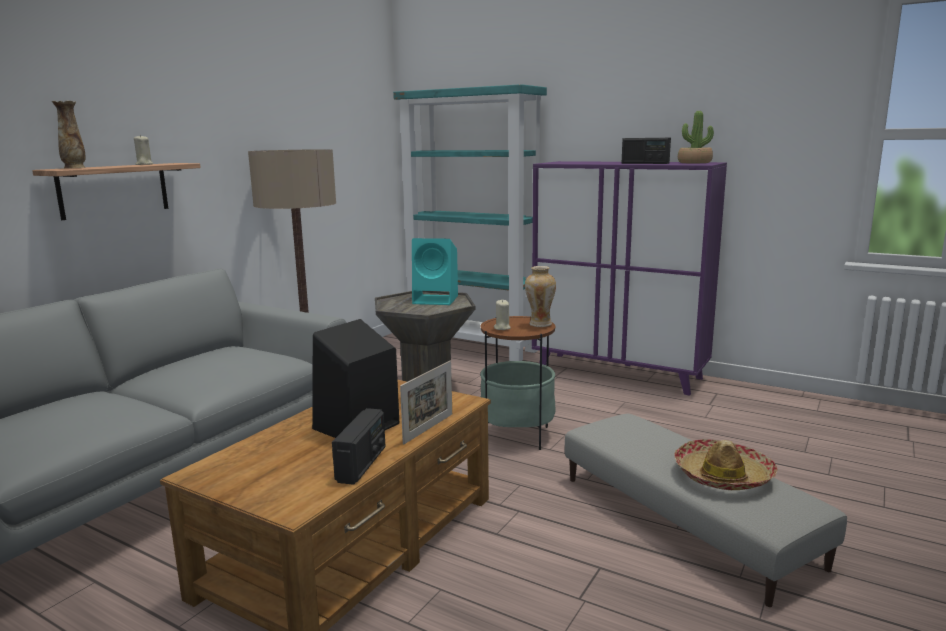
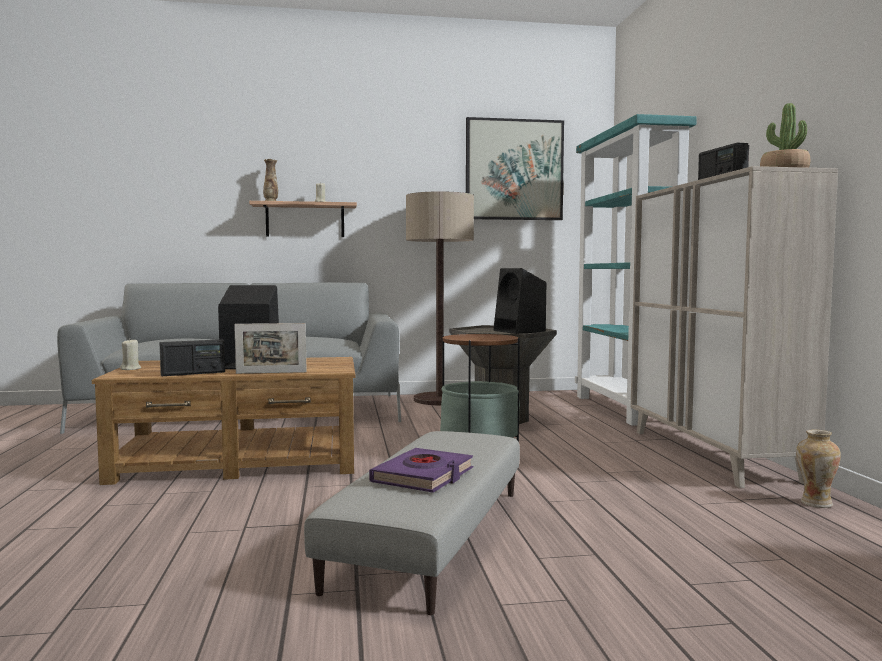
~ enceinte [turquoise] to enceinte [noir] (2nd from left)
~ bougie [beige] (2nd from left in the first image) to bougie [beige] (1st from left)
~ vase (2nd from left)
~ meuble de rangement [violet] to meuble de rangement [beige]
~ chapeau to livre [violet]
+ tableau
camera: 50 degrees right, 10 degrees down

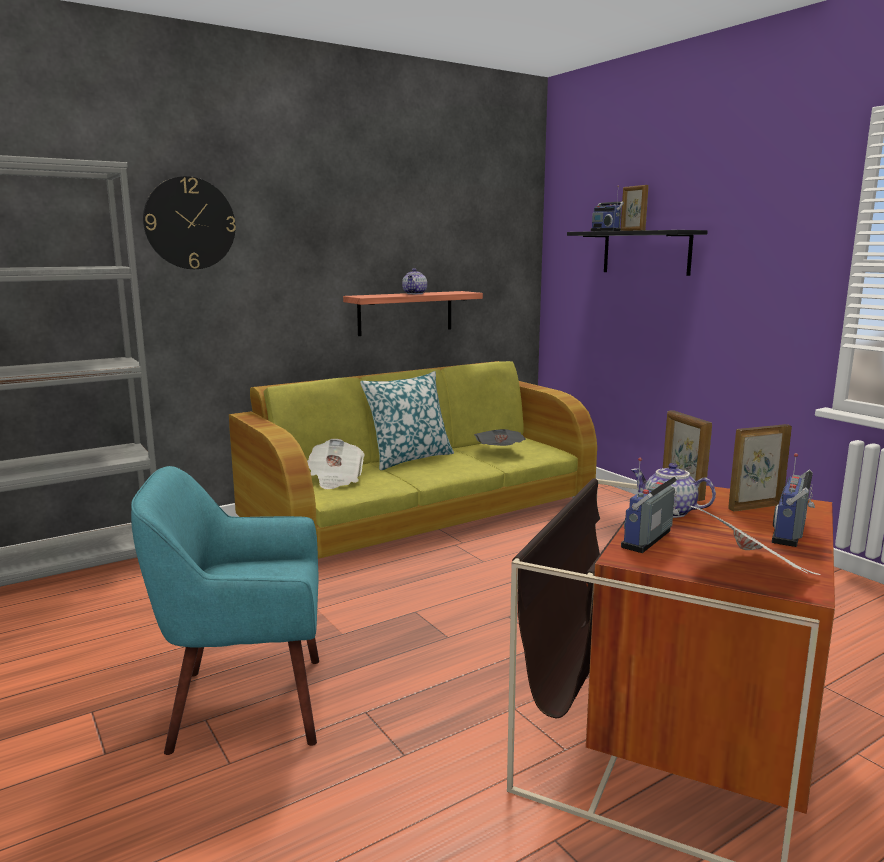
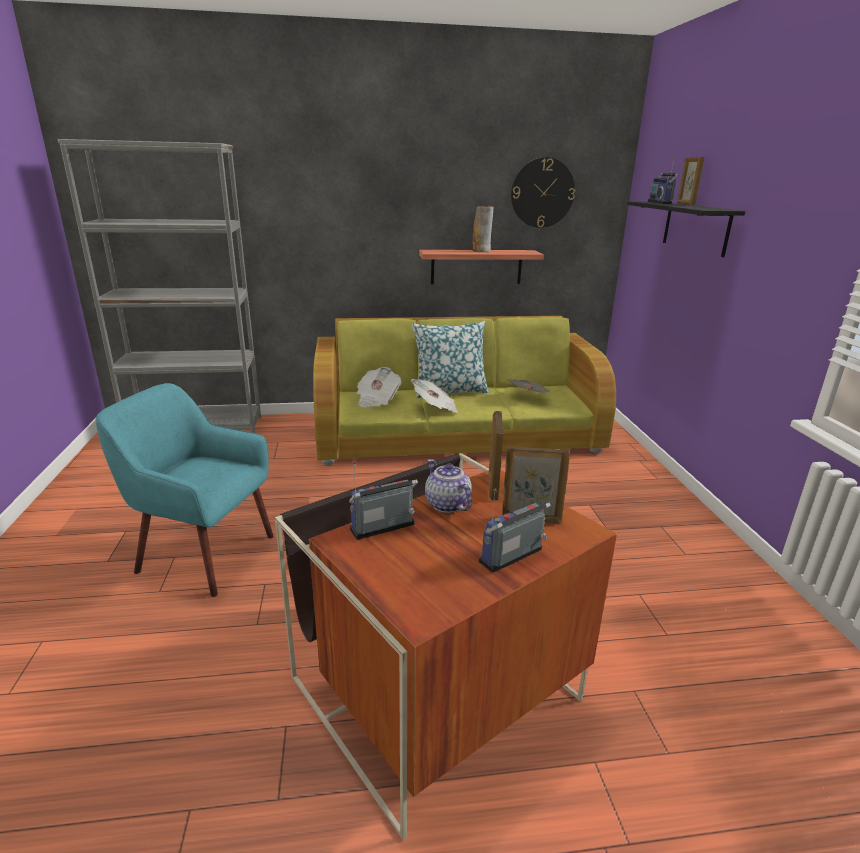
~ horloge murale
~ théière (1st from left) to vase
~ journal (3rd from left in the first image) to journal (2nd from left)
camera: 25 degrees right, 10 degrees up

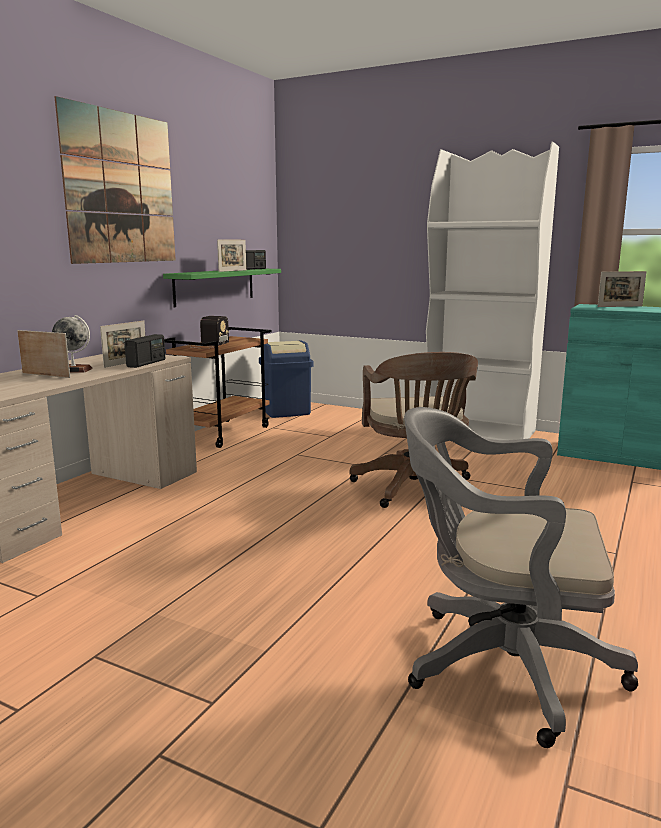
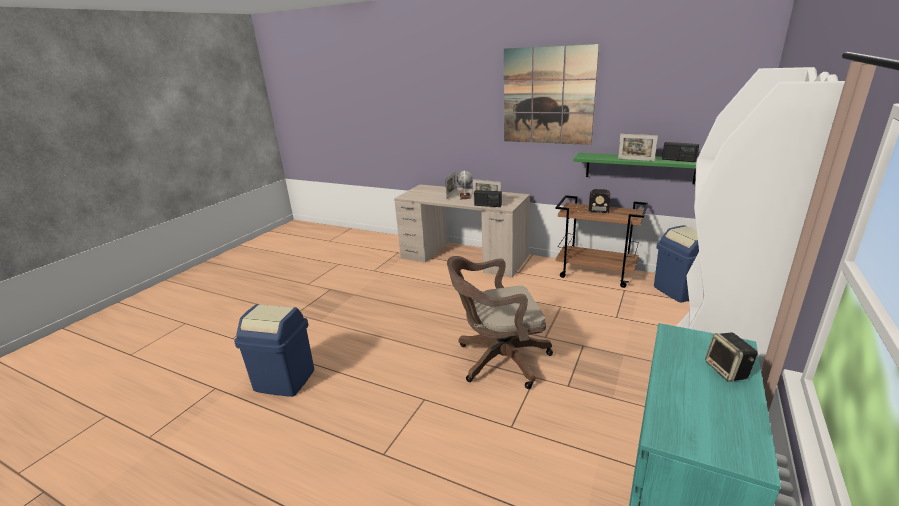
~ chaise de bureau [gris] to poubelle [bleu] (1st from left)
~ cadre photo (4th from left) to enceinte
camera: 90 degrees right, 10 degrees up

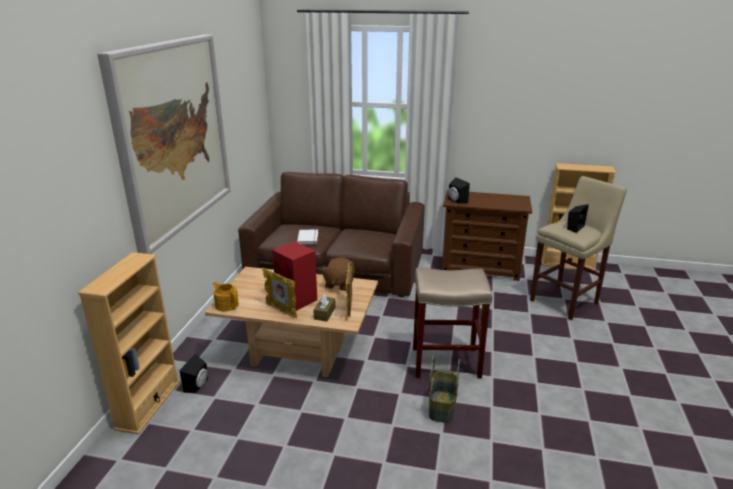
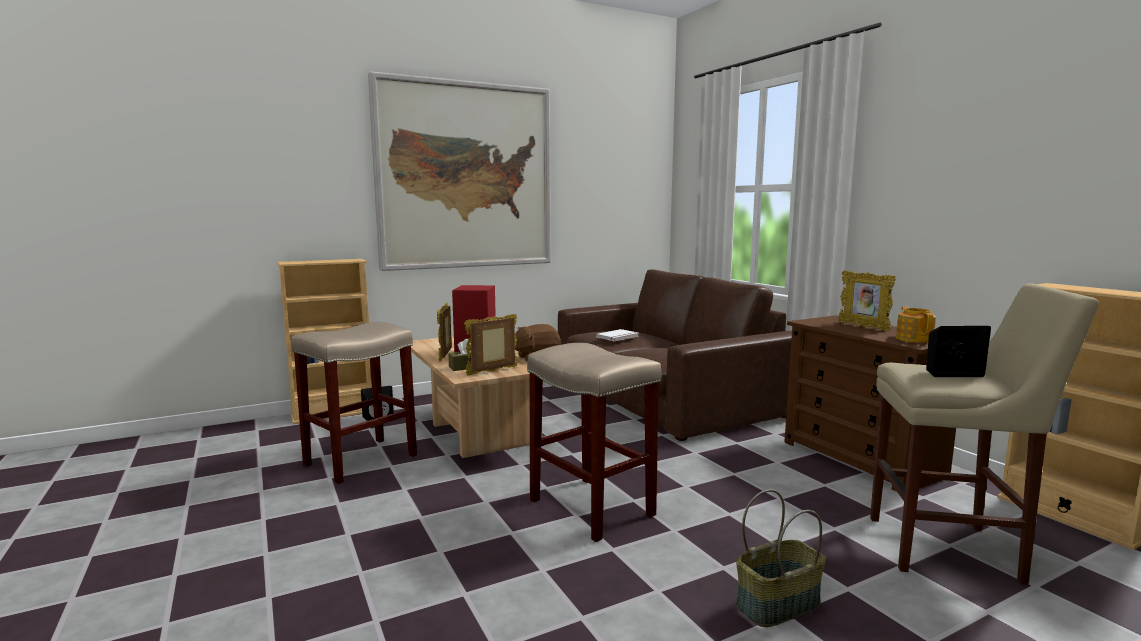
~ théière
~ panier
- enceinte [noir] (2nd from left)
+ tabouret [beige] (1st from left)
+ cadre photo (3rd from left)
camera: 50 degrees right, 15 degrees down

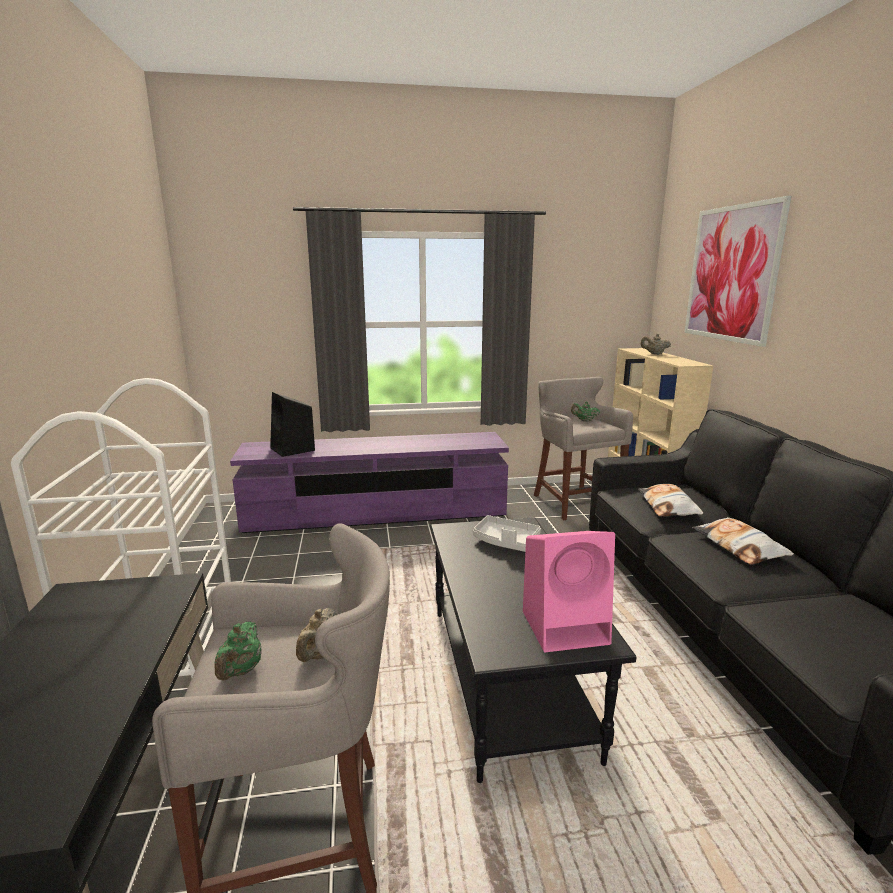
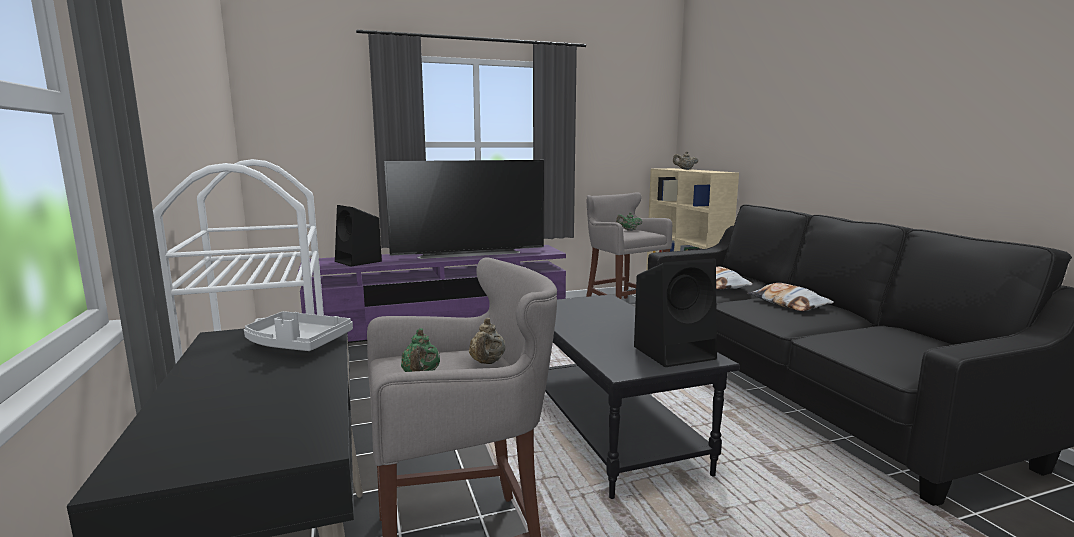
~ plateau [gris]
~ enceinte [rose] to enceinte [noir] (2nd from left)
- tableau
+ téléviseur
camera: 10 degrees left, 5 degrees down

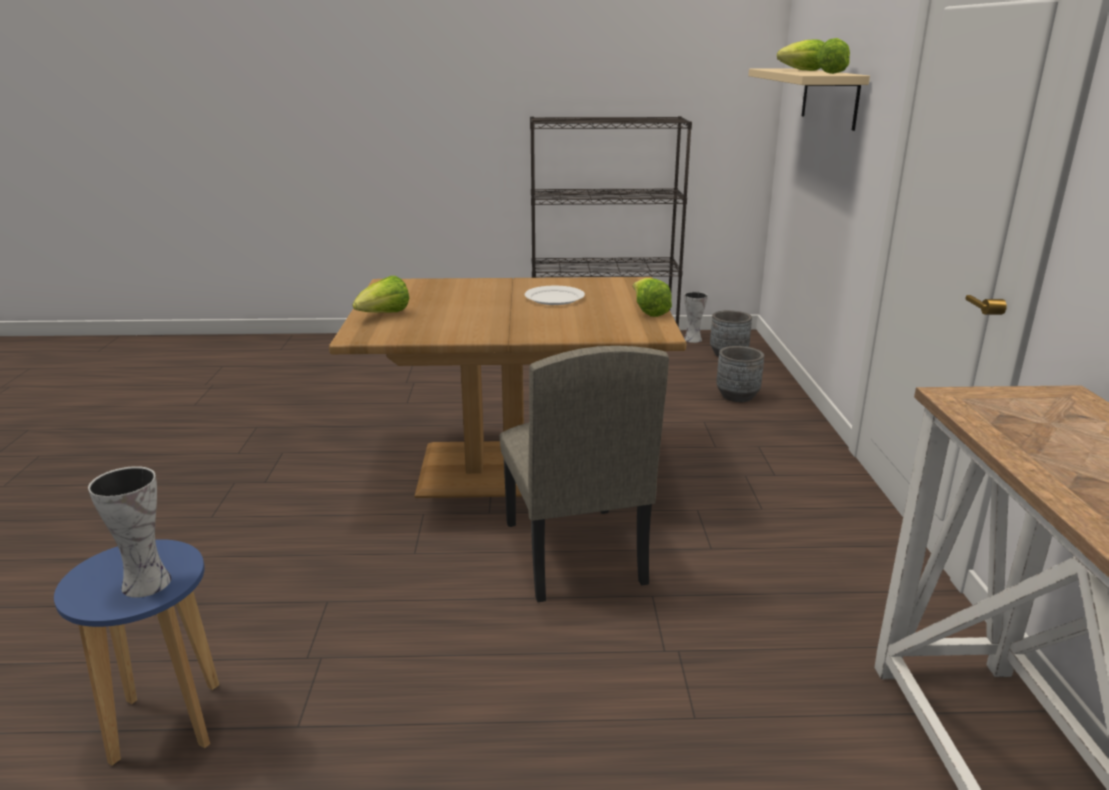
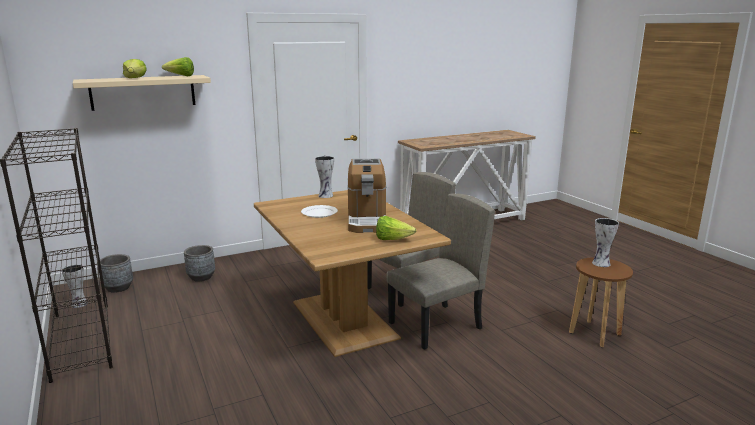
~ tabouret [bleu] to tabouret [marron]
~ laitue (2nd from left) to vase (2nd from left)
+ machine à café
+ chaise [beige] (2nd from left)
camera: 115 degrees left, 5 degrees down

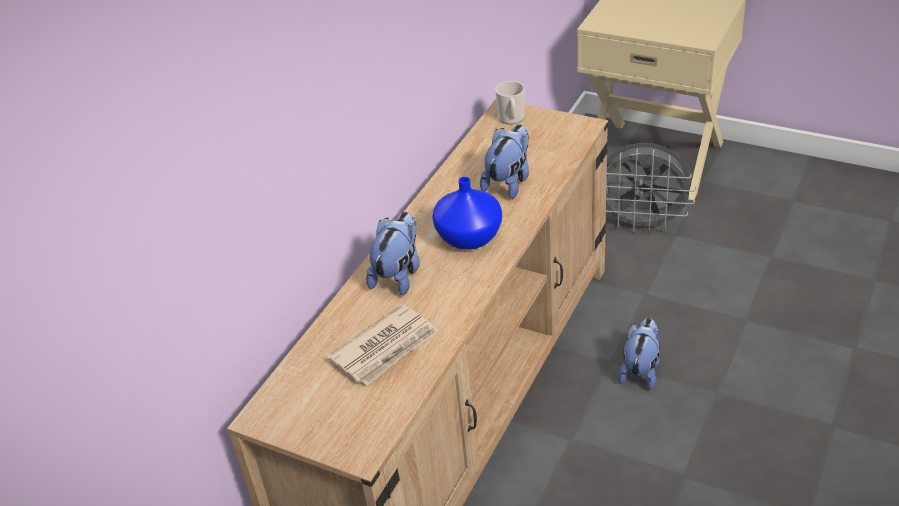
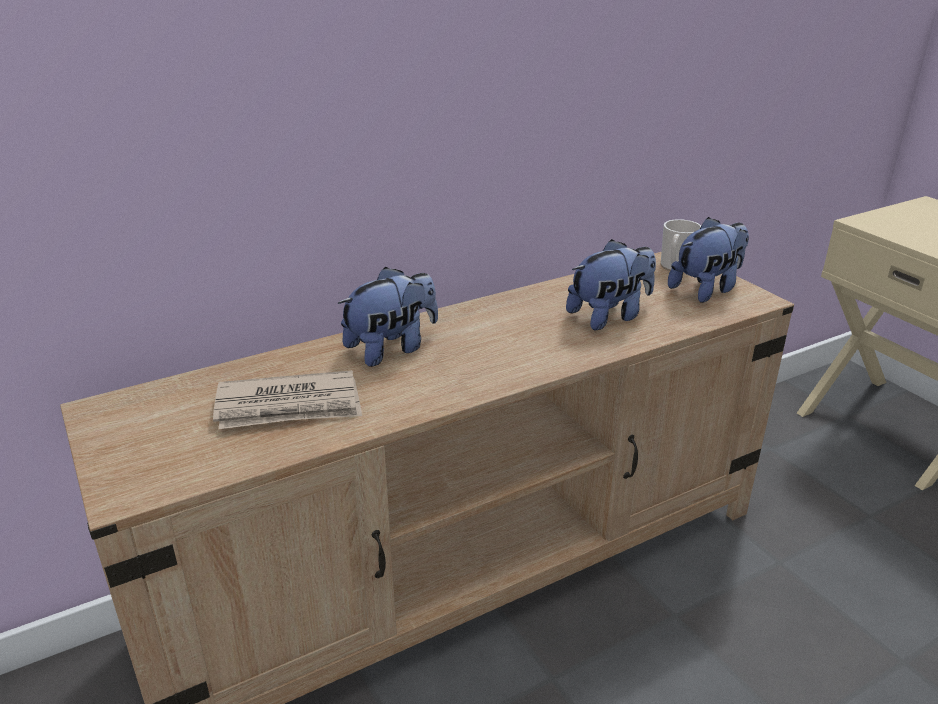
- vase [bleu]
- ventilateur [gris]
~ peluche (3rd from left)
camera: 30 degrees right, 10 degrees down

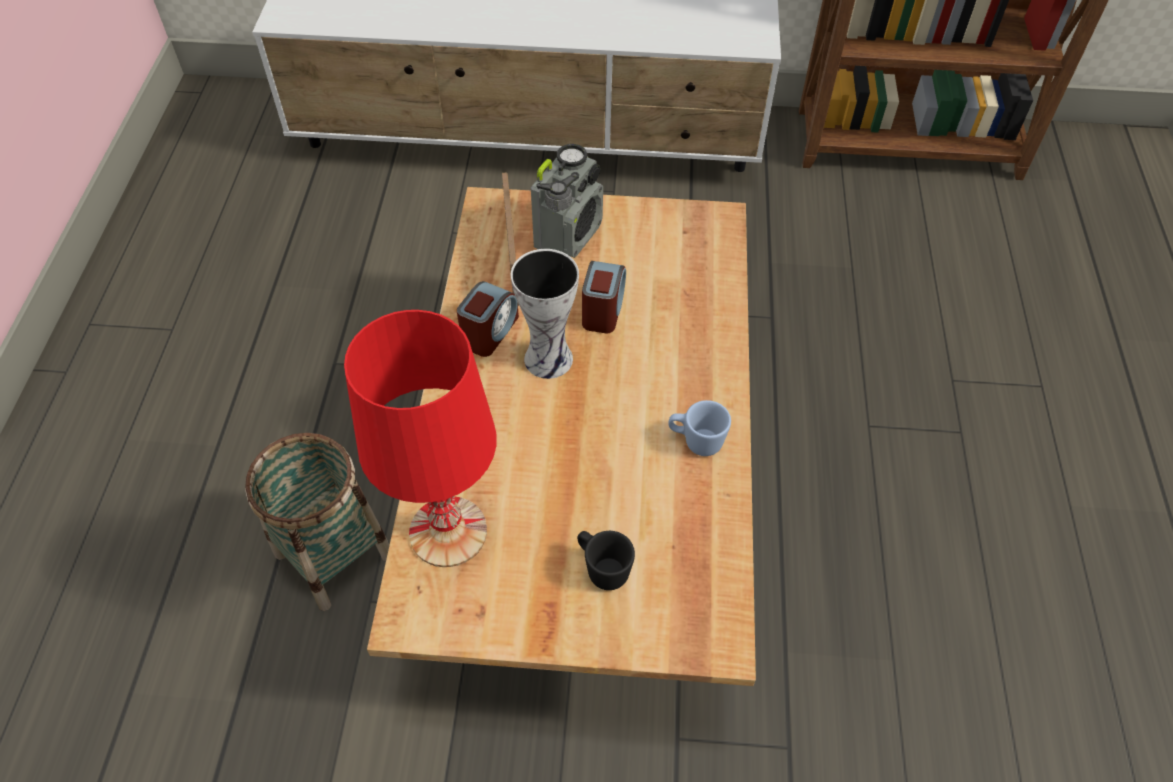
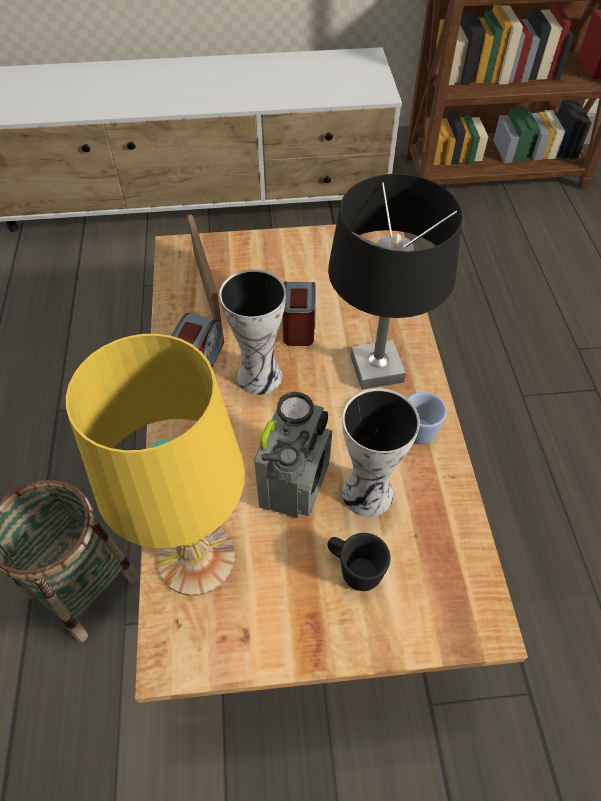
~ lampe de table [rouge] to lampe de table [jaune]
~ radio
+ lampe de table [noir]
+ vase (2nd from left)
camera: 10 degrees left, 0 degrees up

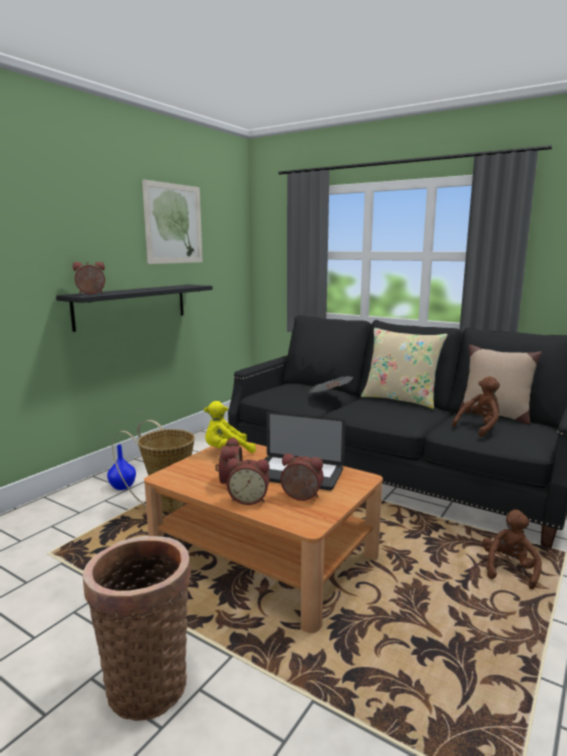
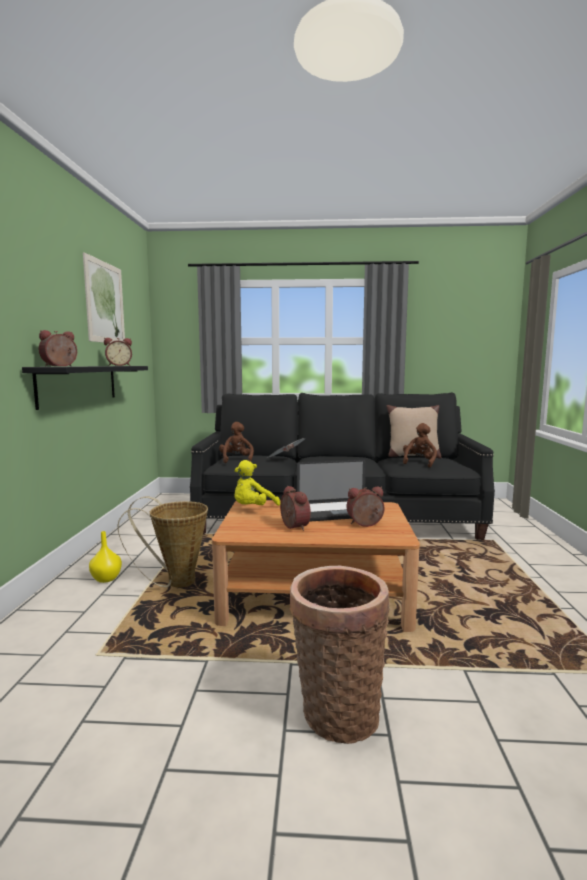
~ vase [bleu] to vase [jaune]
~ réveil (3rd from left in the first image) to réveil (2nd from left)
- coussin [beige] (1st from left)
~ peluche [marron] (2nd from left in the first image) to peluche [marron] (1st from left)
camera: 30 degrees left, 5 degrees down

